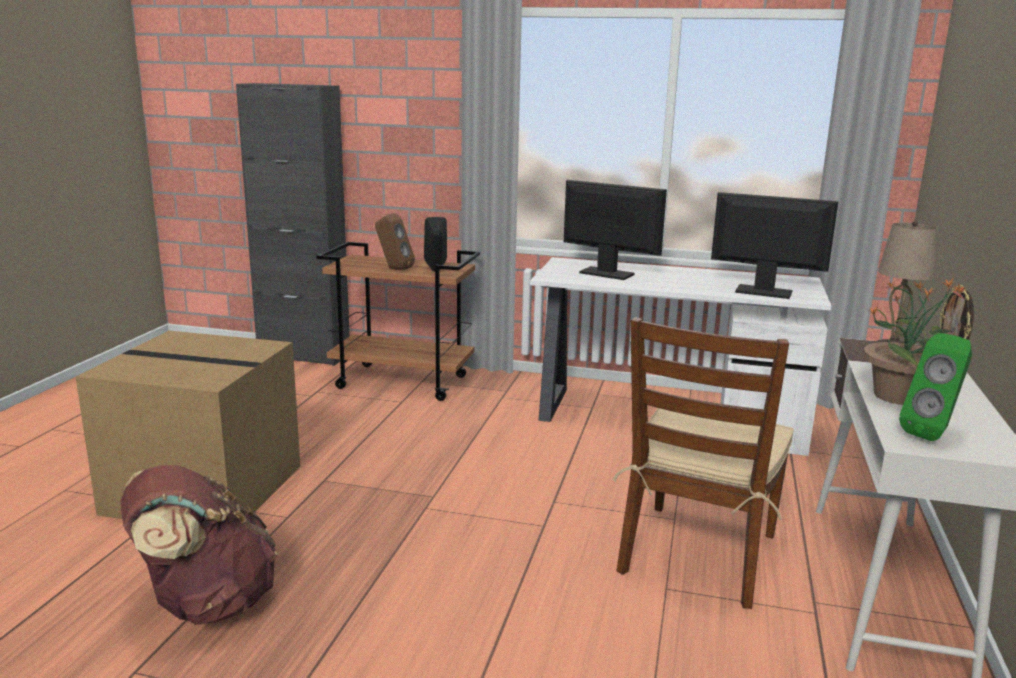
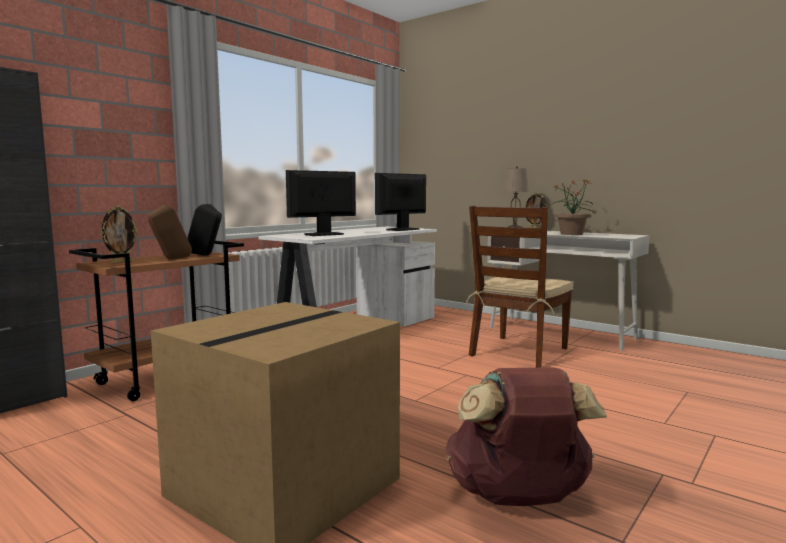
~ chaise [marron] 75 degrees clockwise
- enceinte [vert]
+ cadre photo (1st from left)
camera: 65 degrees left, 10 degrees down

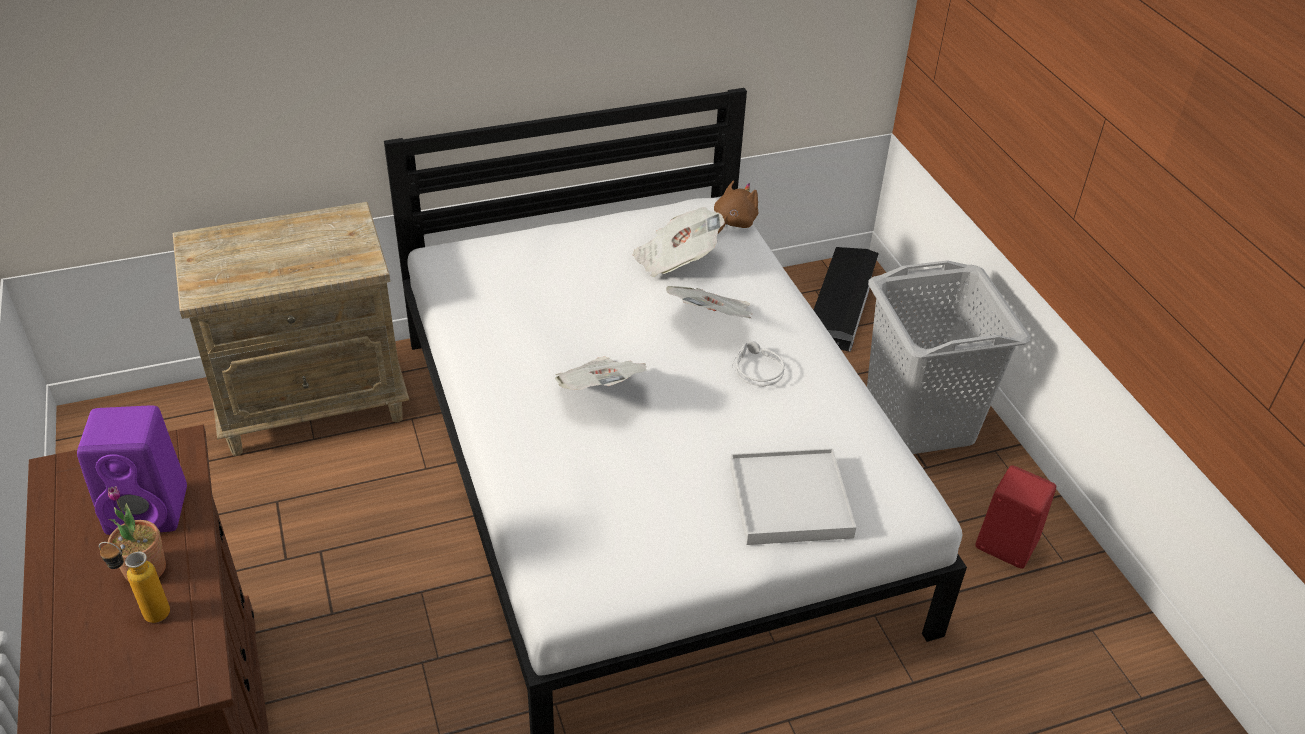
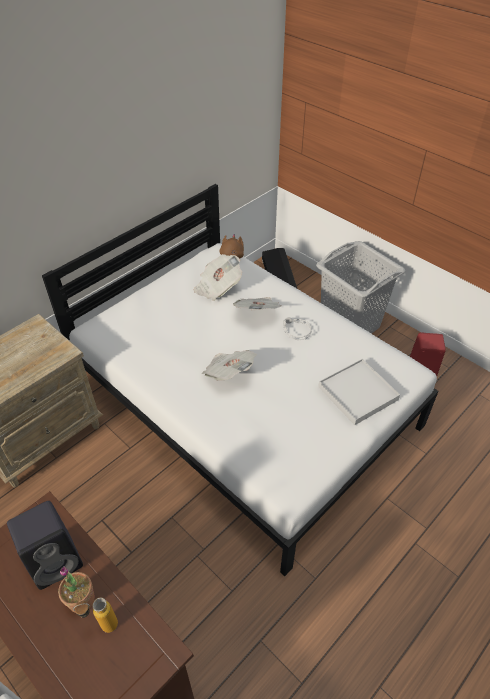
~ enceinte [violet] to enceinte [noir]
camera: 25 degrees left, 5 degrees up

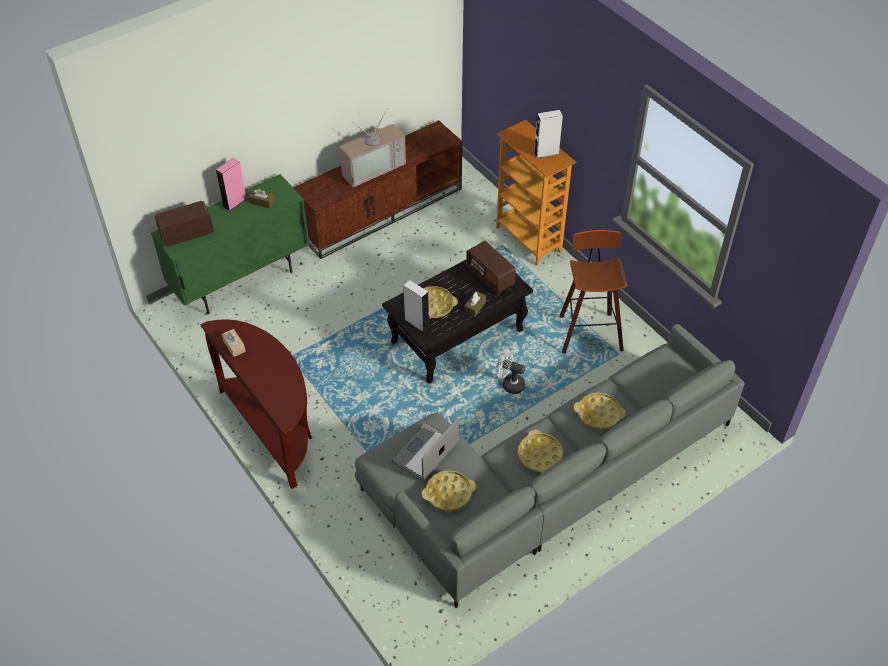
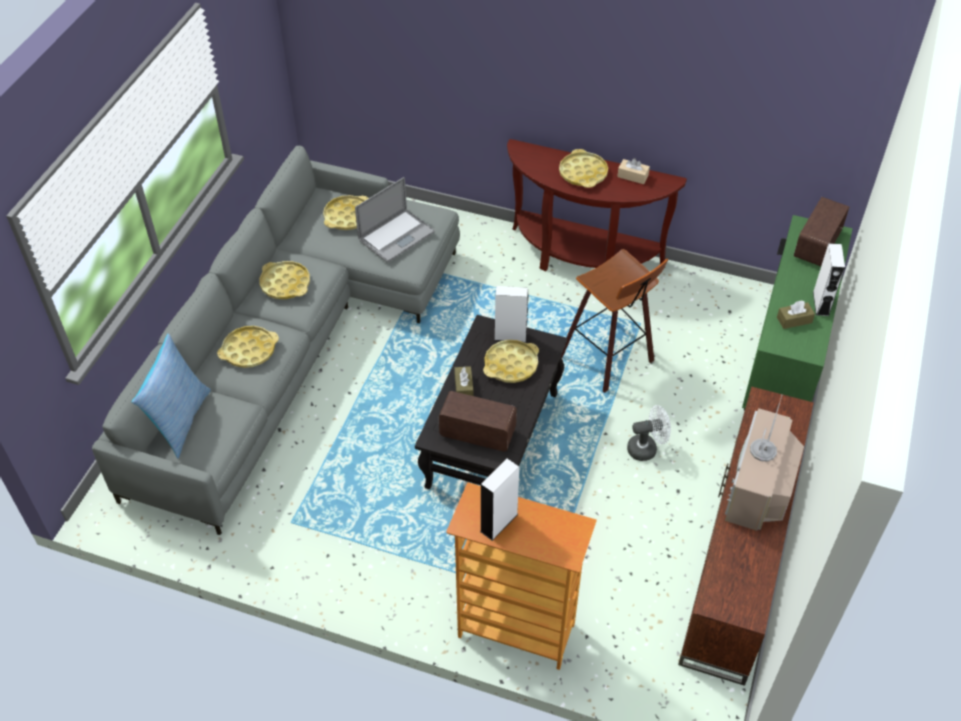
~ enceinte [rose] to enceinte [blanc] (3rd from left)
~ ordinateur portable 45 degrees clockwise
~ ventilateur [blanc]
~ tabouret
+ coussin
+ plateau [jaune] (5th from left)
camera: 145 degrees right, 0 degrees up

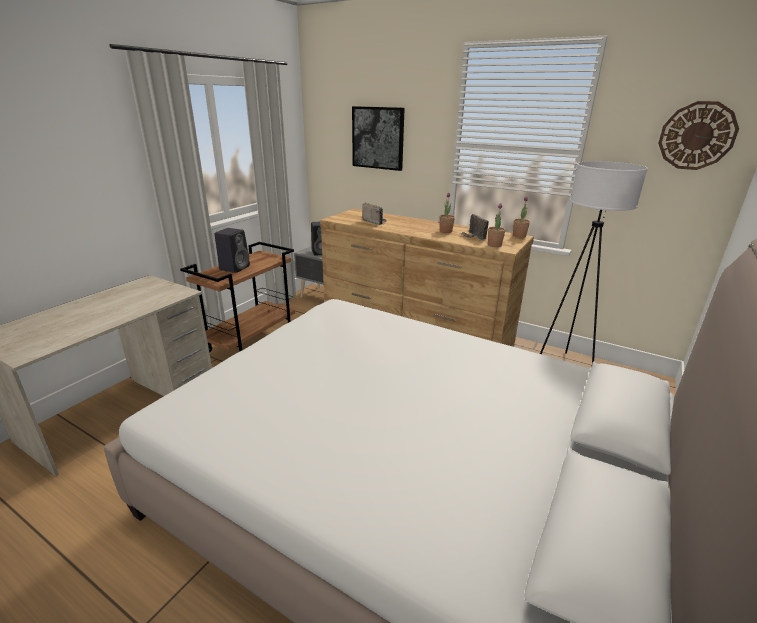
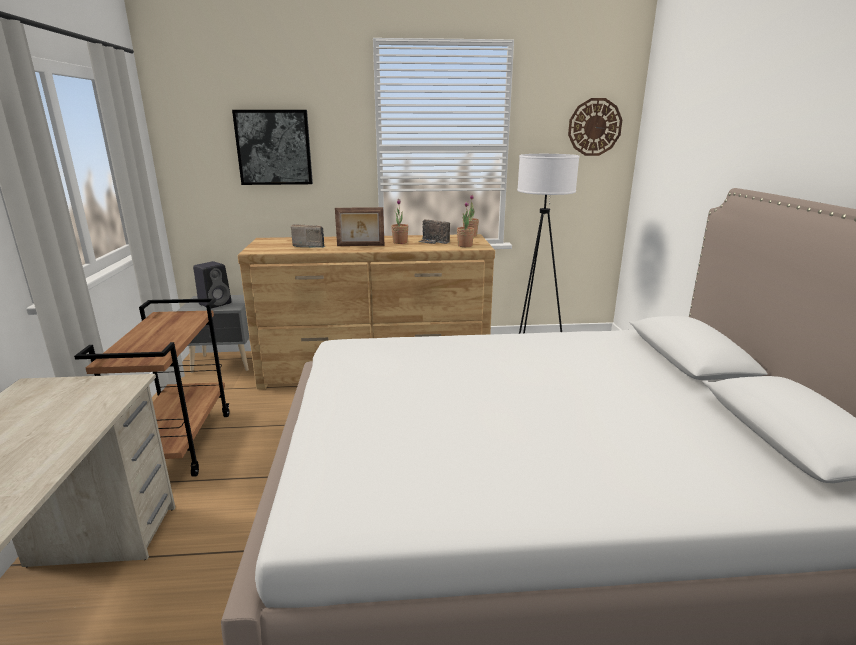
- enceinte [noir] (1st from left)
+ cadre photo
camera: 35 degrees left, 5 degrees down

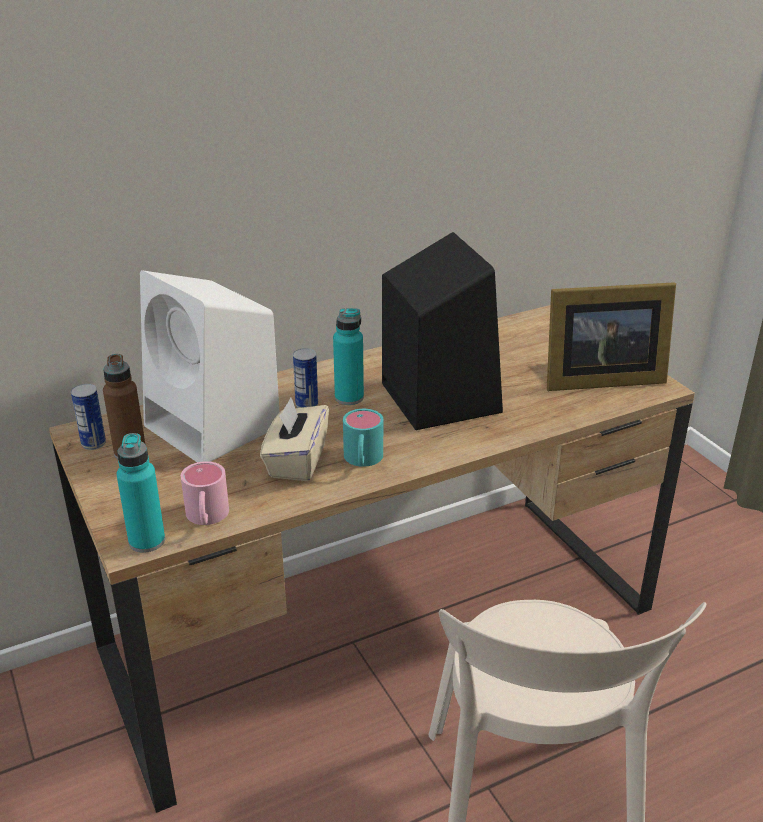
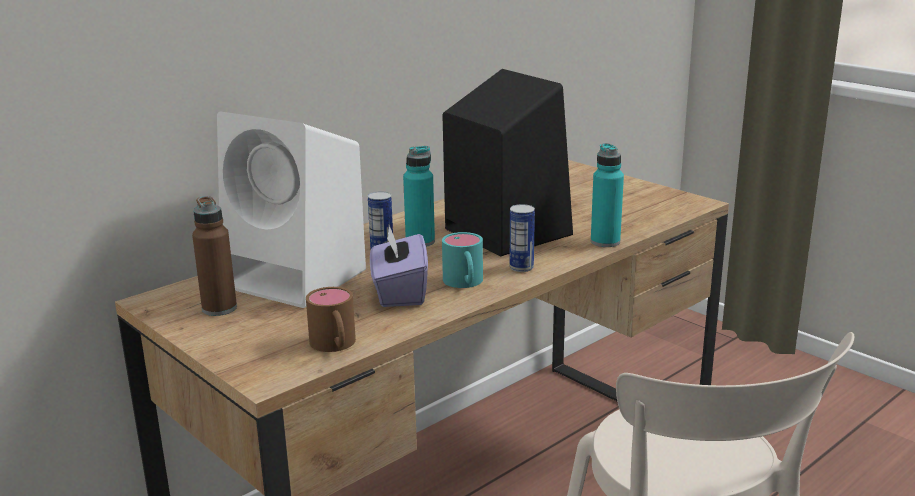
~ boîte métallique (1st from left in the first image) to boîte métallique (2nd from left)
~ bouteille [turquoise] (1st from left in the first image) to bouteille [turquoise] (2nd from left)
~ mug [rose] to mug [marron]
~ boîte à mouchoirs [beige] to boîte à mouchoirs [violet]
- cadre photo
camera: 15 degrees left, 10 degrees down

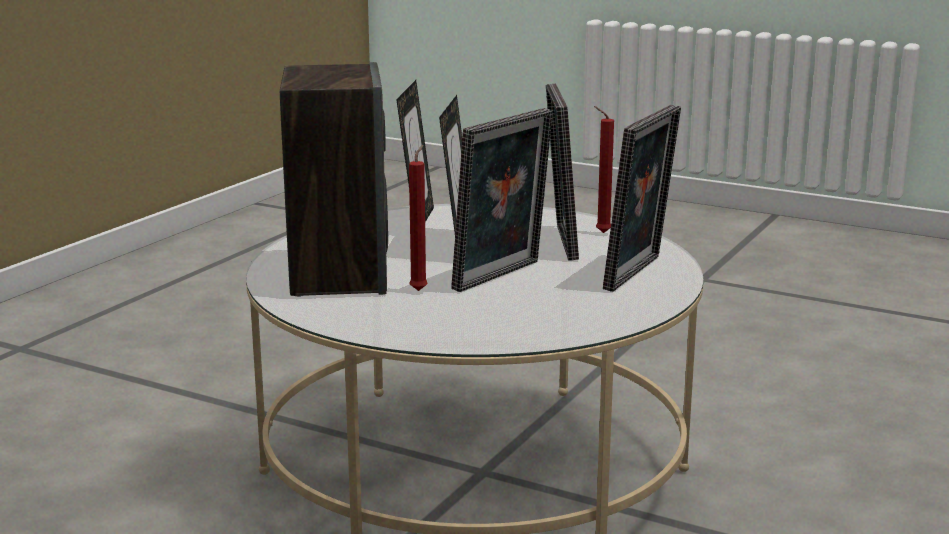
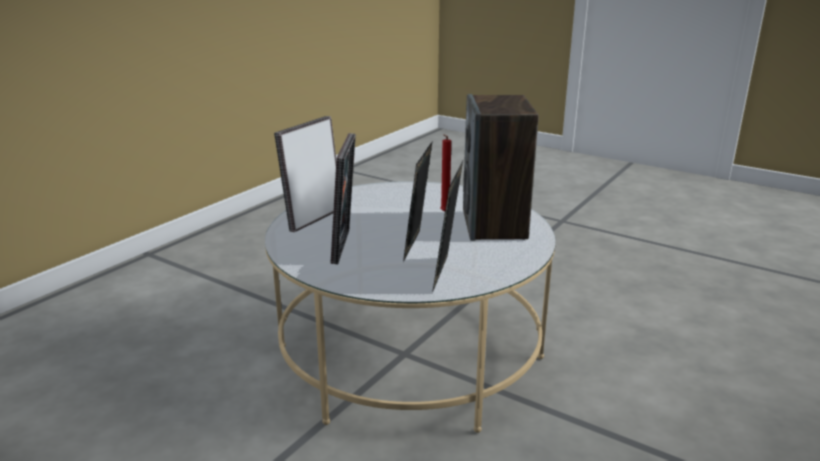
- cadre photo (3rd from left)
- bougie [rouge] (2nd from left)
camera: 175 degrees left, 5 degrees up

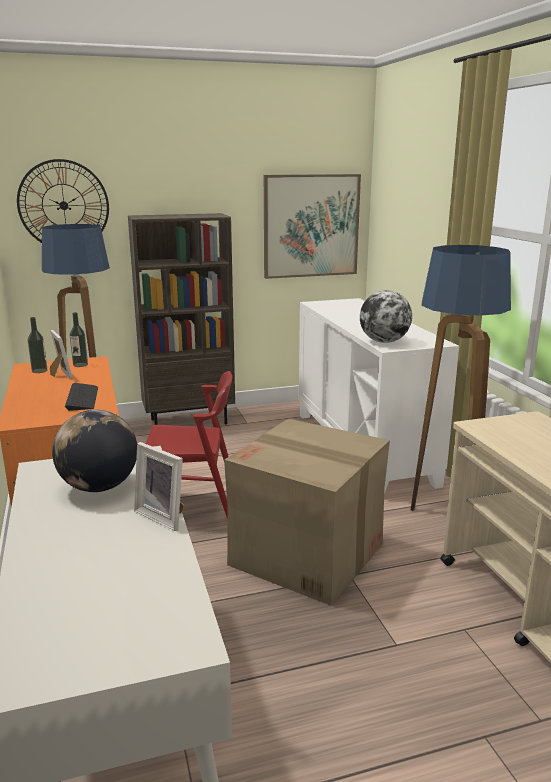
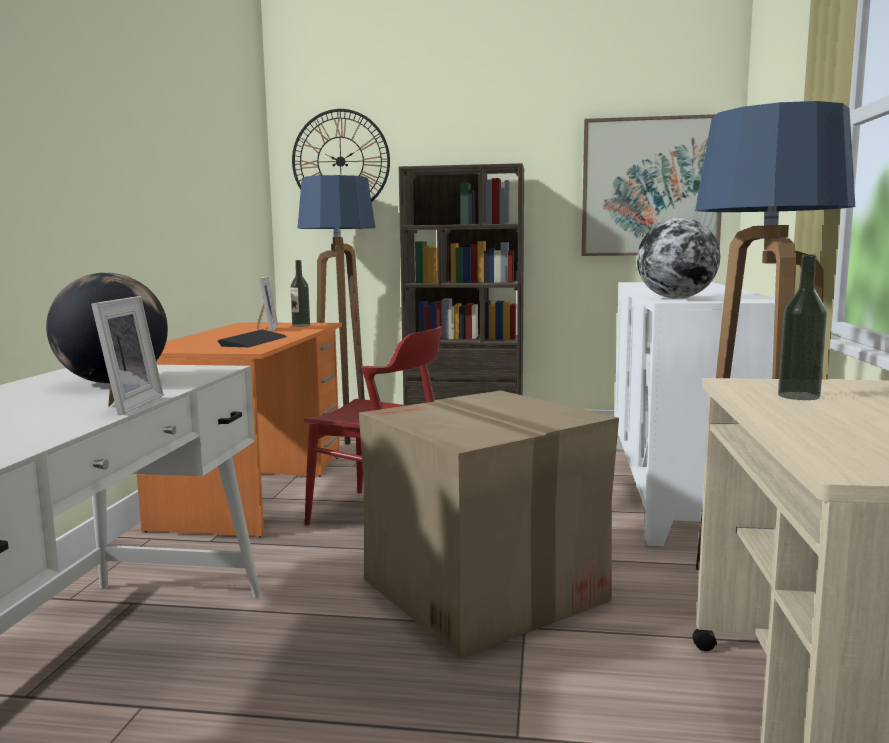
~ bouteille (1st from left in the first image) to bouteille (2nd from left)
~ cadre photo (2nd from left in the first image) 150 degrees counterclockwise
camera: 25 degrees right, 10 degrees down

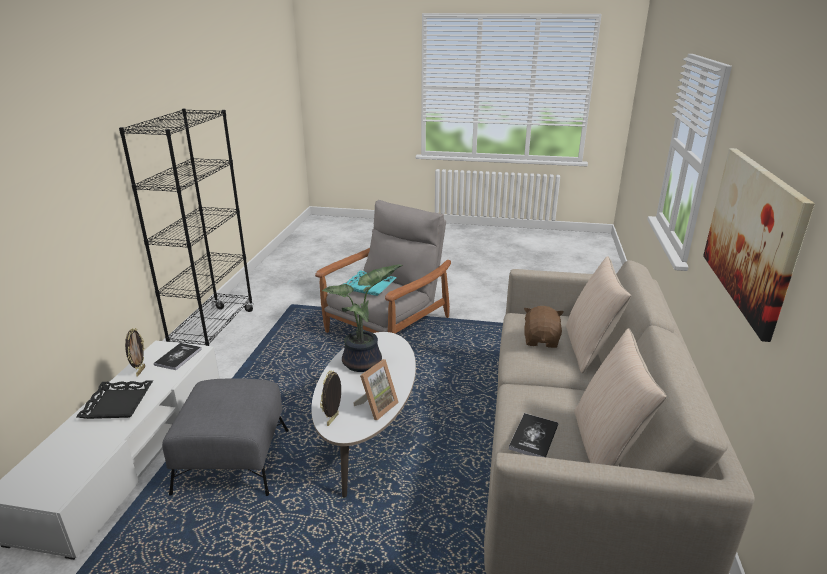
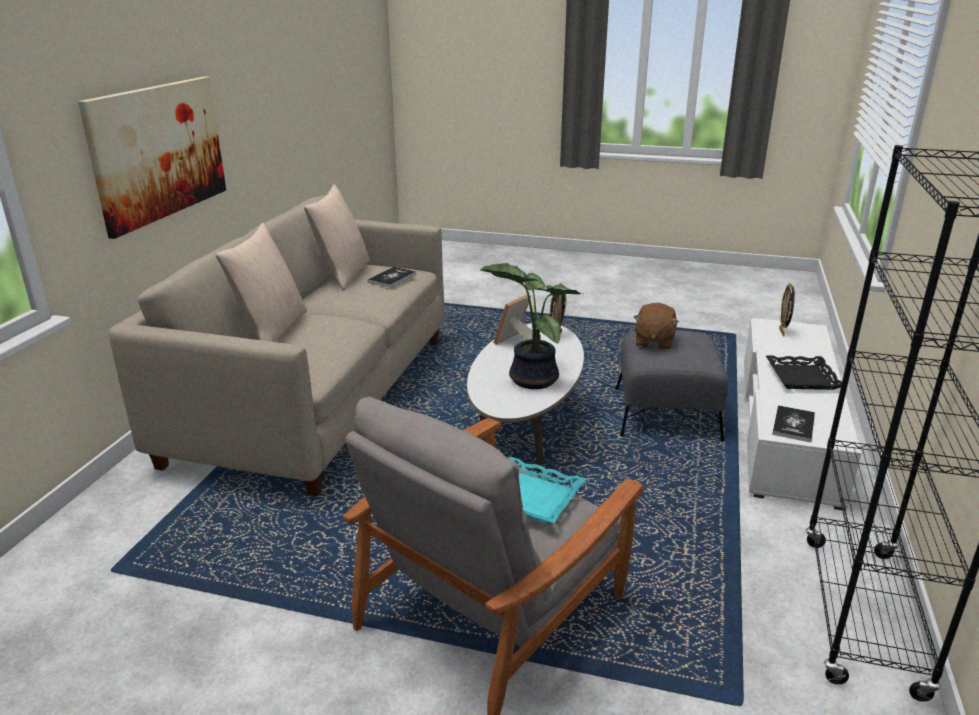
~ cadre photo (1st from left in the first image) to cadre photo (3rd from left)
~ peluche [marron]
camera: 175 degrees left, 0 degrees up

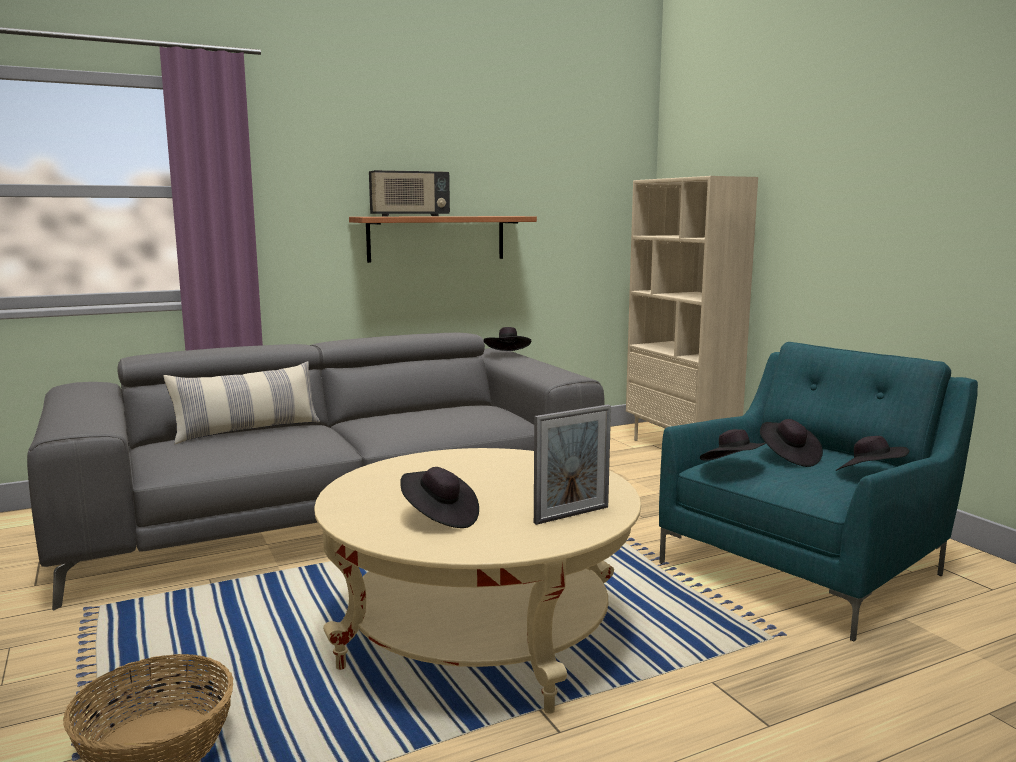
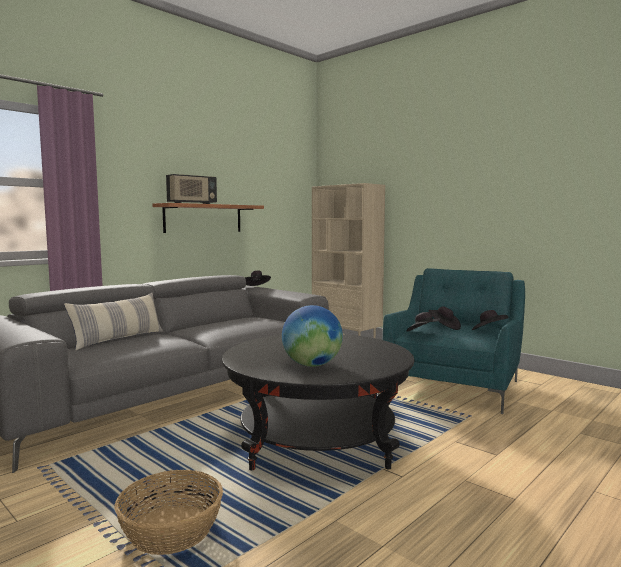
~ table basse [beige] to table basse [noir]
~ chapeau [noir] (1st from left) to globe
- cadre photo
camera: 20 degrees left, 5 degrees down

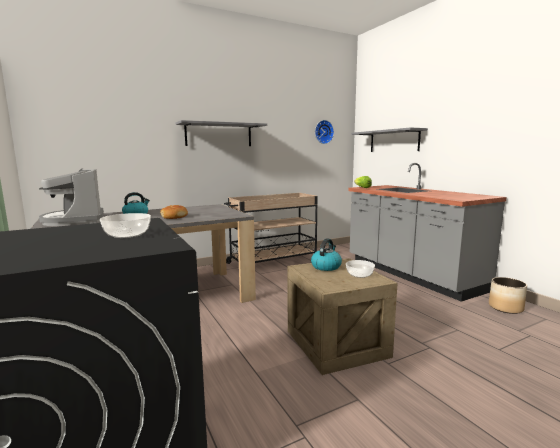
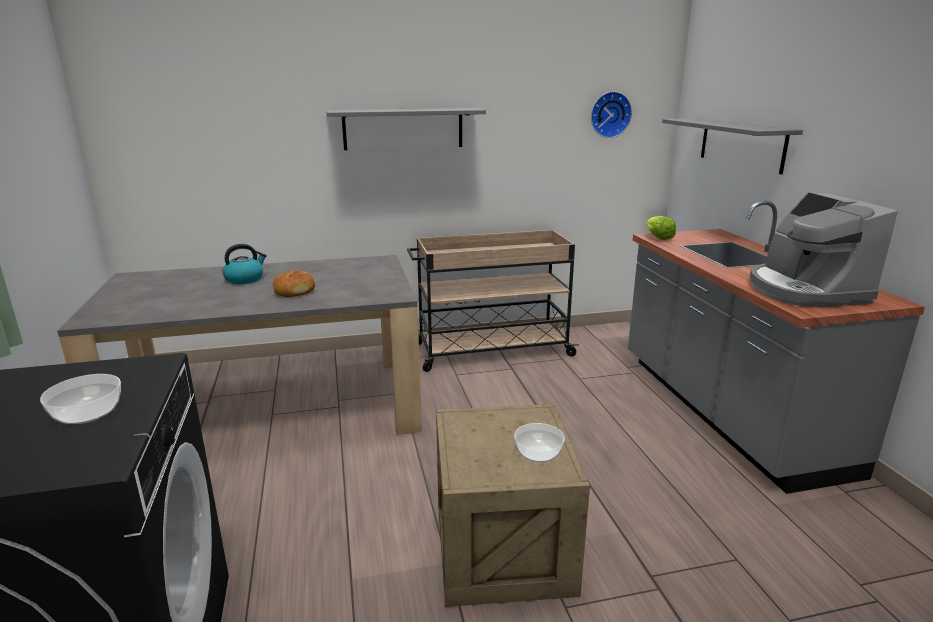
~ machine à café
- bouilloire (2nd from left)
- cache-pot
camera: 15 degrees right, 10 degrees up

